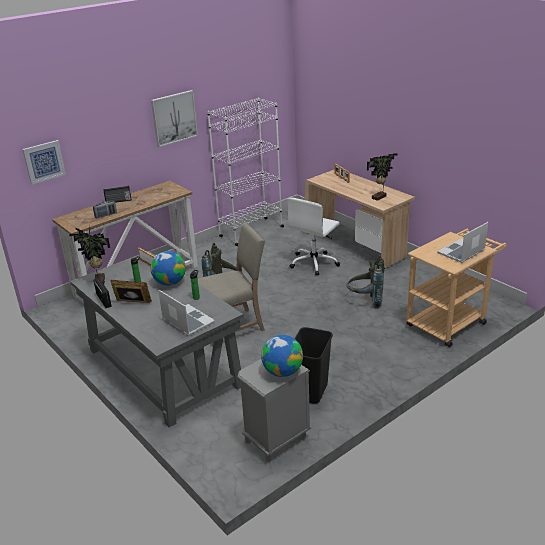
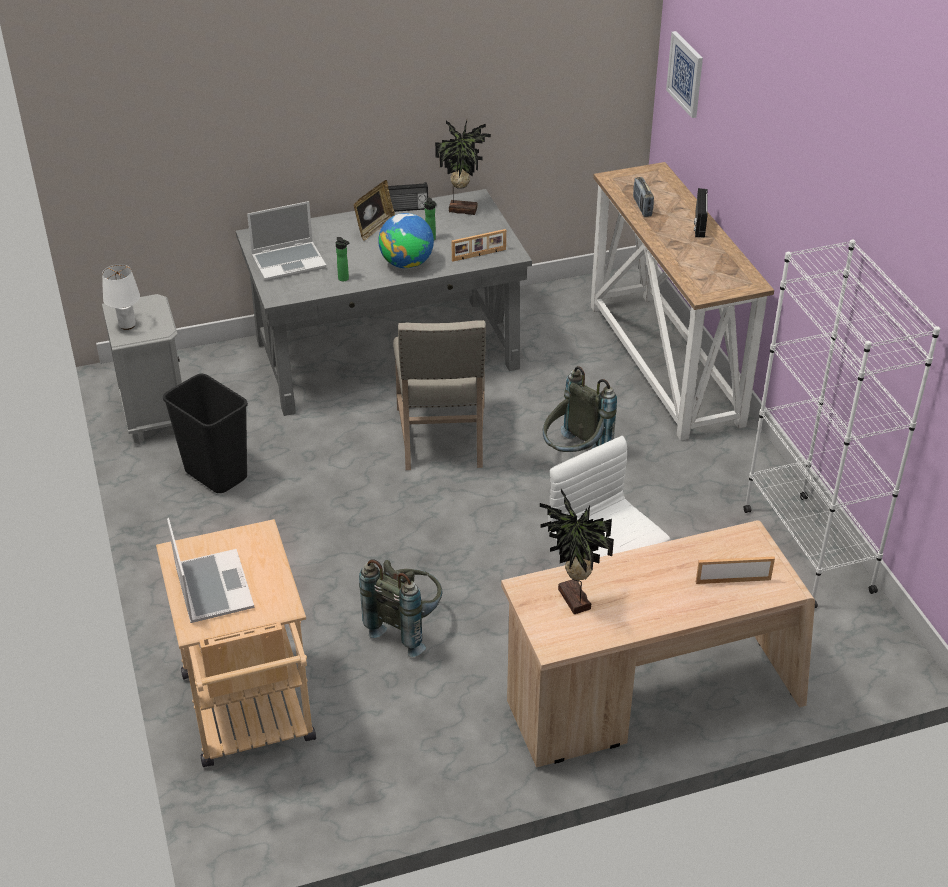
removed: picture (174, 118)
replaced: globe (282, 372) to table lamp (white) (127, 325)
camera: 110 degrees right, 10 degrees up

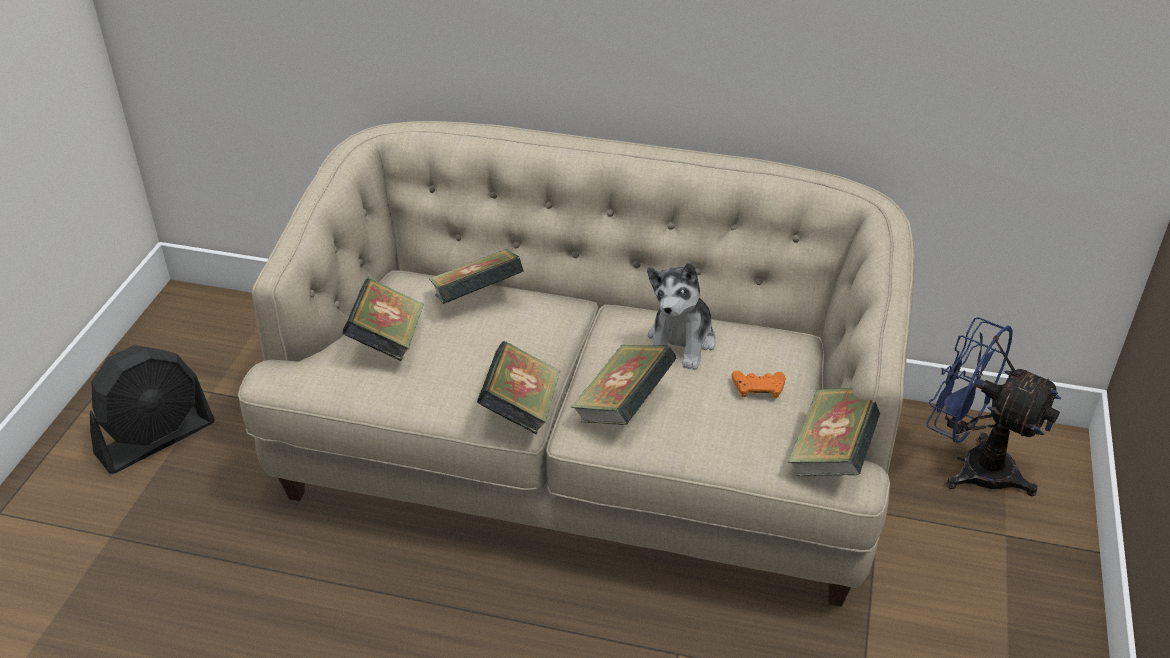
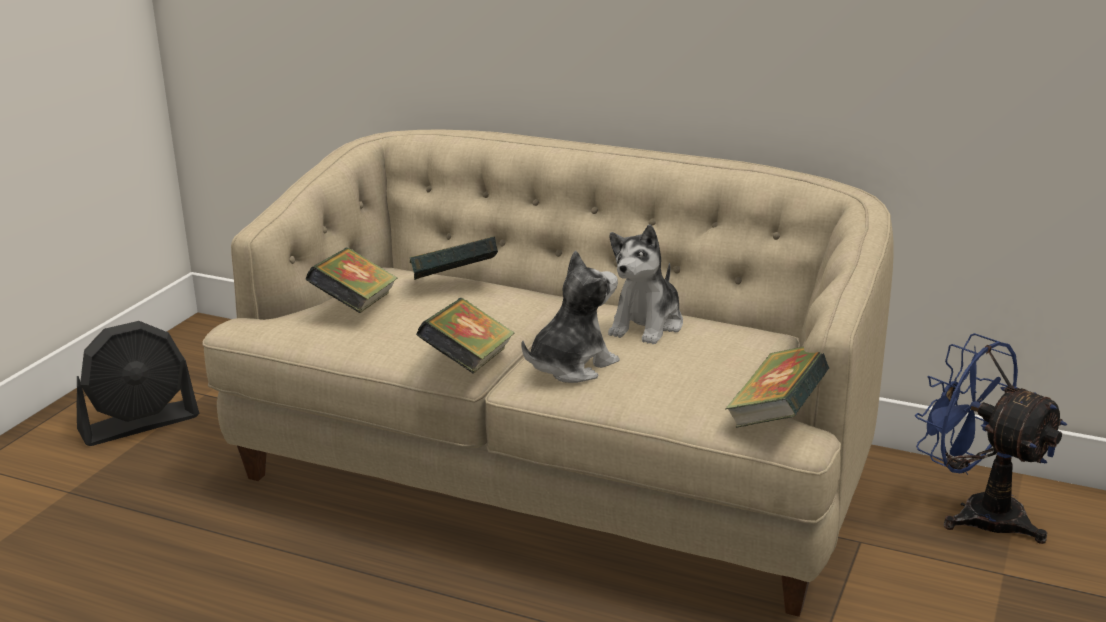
removed: game controller (orange) (758, 388)
replaced: book (623, 407) to plush toy (571, 366)
camera: 10 degrees right, 15 degrees down

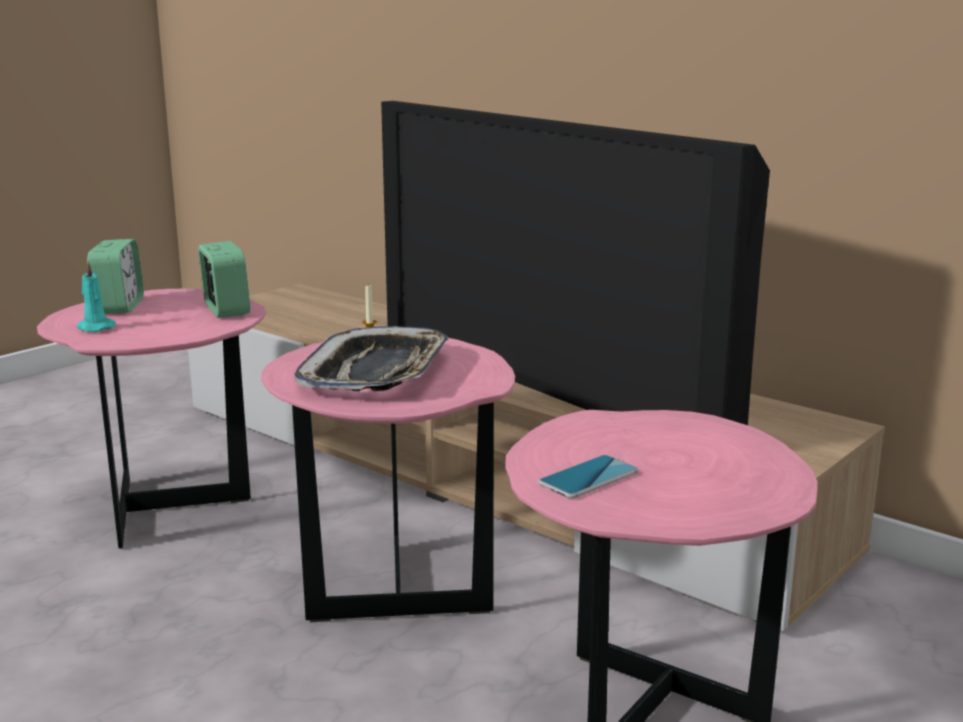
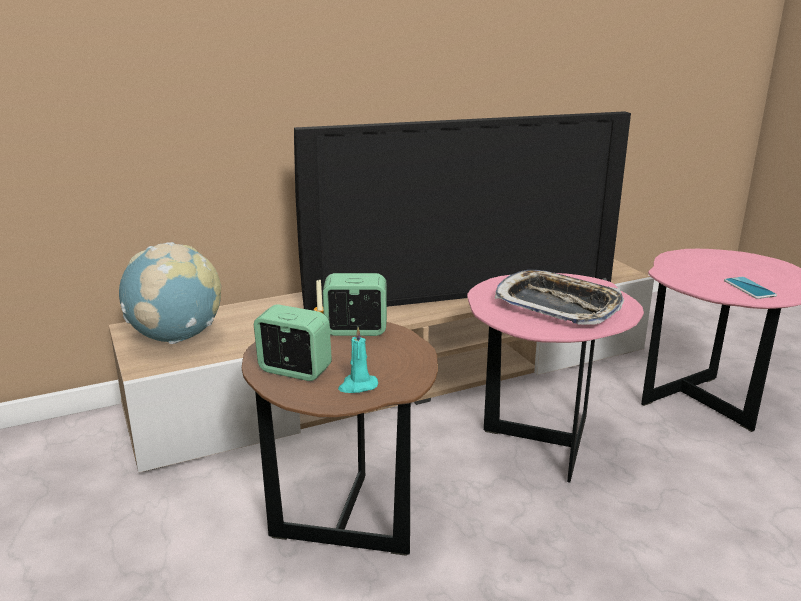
added: globe (176, 337)
recoloured: side table (pink) (173, 507) to side table (brown) (346, 517)
camera: 65 degrees left, 5 degrees up

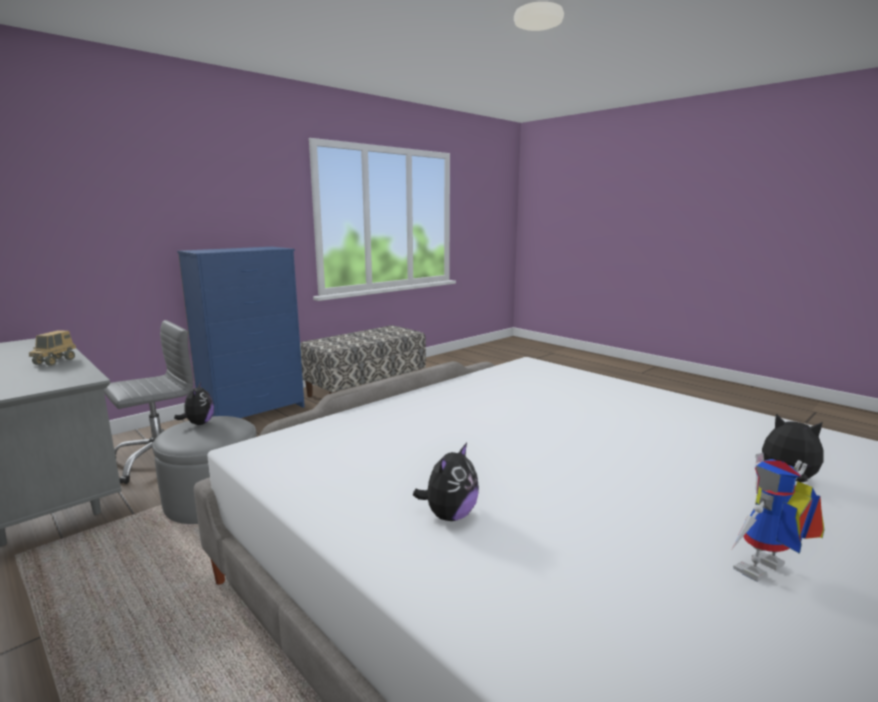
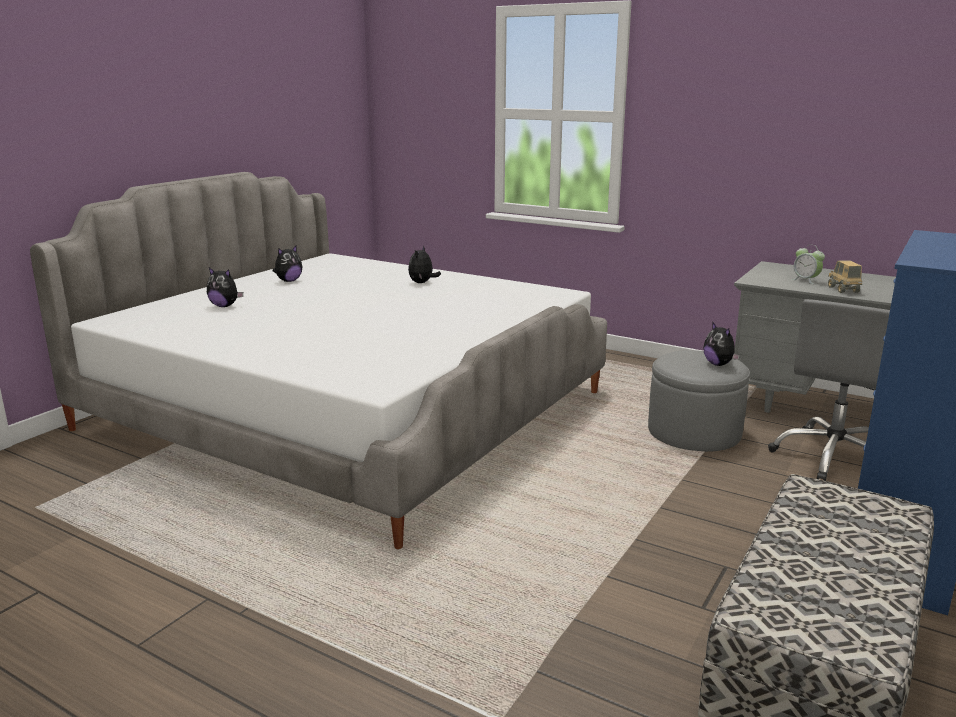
added: alarm clock (806, 280)
replaced: toy robot (765, 574) to plush toy (288, 281)
camera: 165 degrees right, 5 degrees up

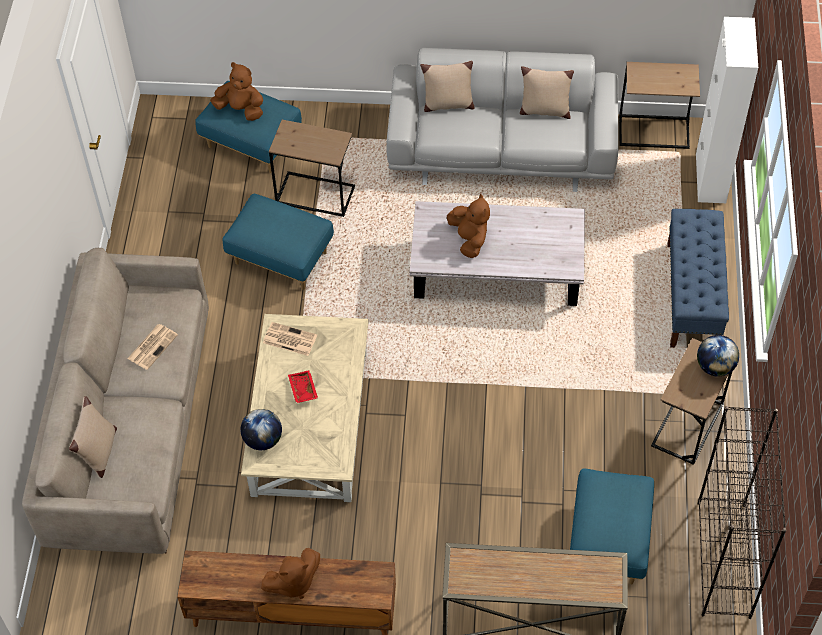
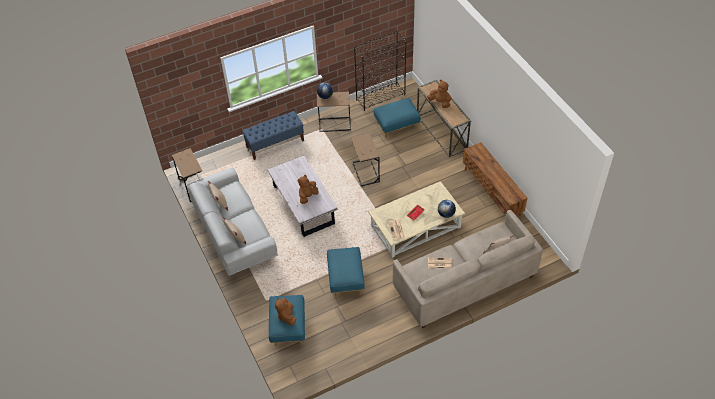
removed: cabinet (white) (710, 178)
moved: plush toy (brown) (293, 583) to (440, 102); side table (brown) (315, 195) to (365, 172)
camera: 120 degrees left, 5 degrees down

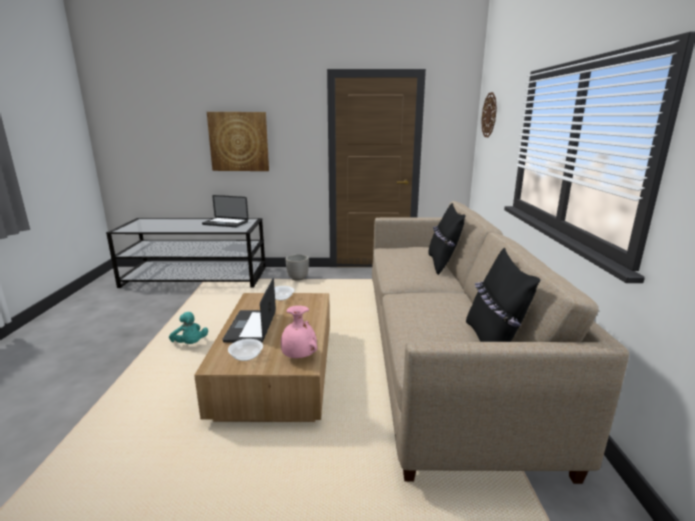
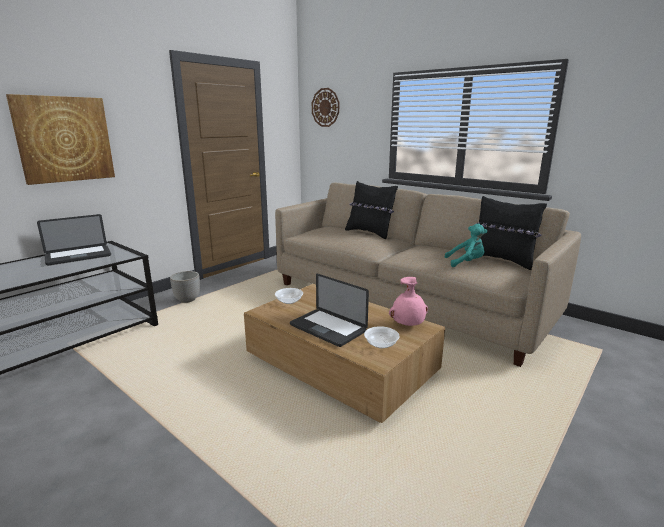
moved: plush toy (turquoise) (190, 344) to (466, 263)
camera: 50 degrees left, 0 degrees up

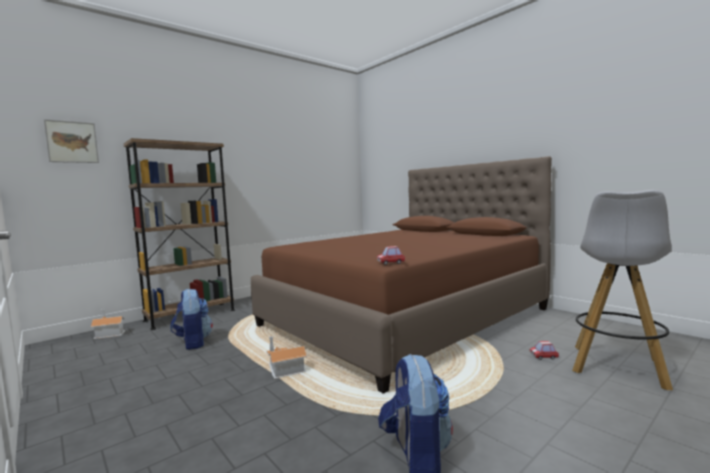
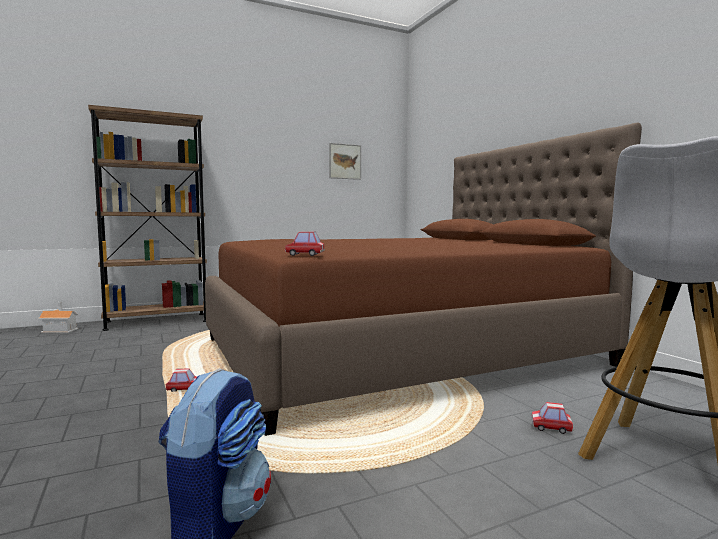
removed: backpack (193, 342)
moved: picture (72, 142) to (345, 161)
replaced: toy house (284, 369) to toy car (184, 389)
camera: 15 degrees right, 0 degrees up

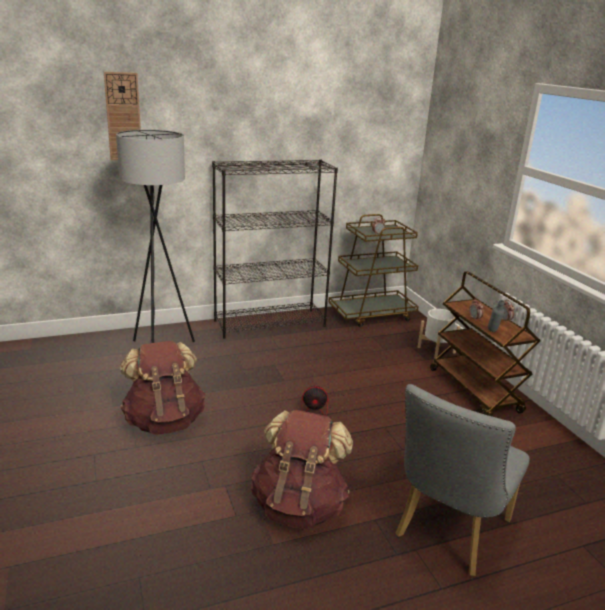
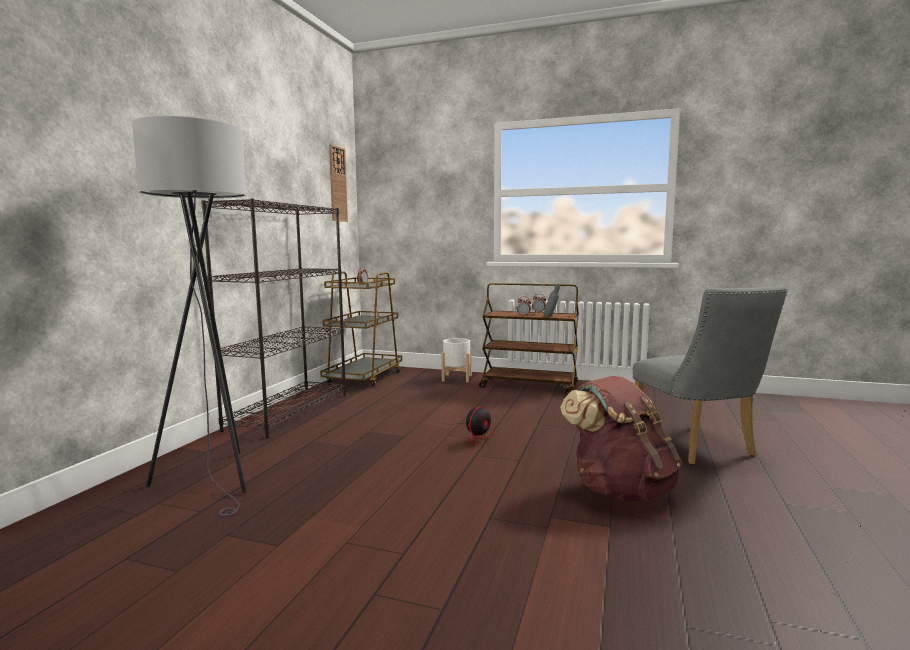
removed: backpack (brown) (164, 421)
moved: wall clock (123, 117) to (337, 184)
camera: 50 degrees left, 15 degrees down

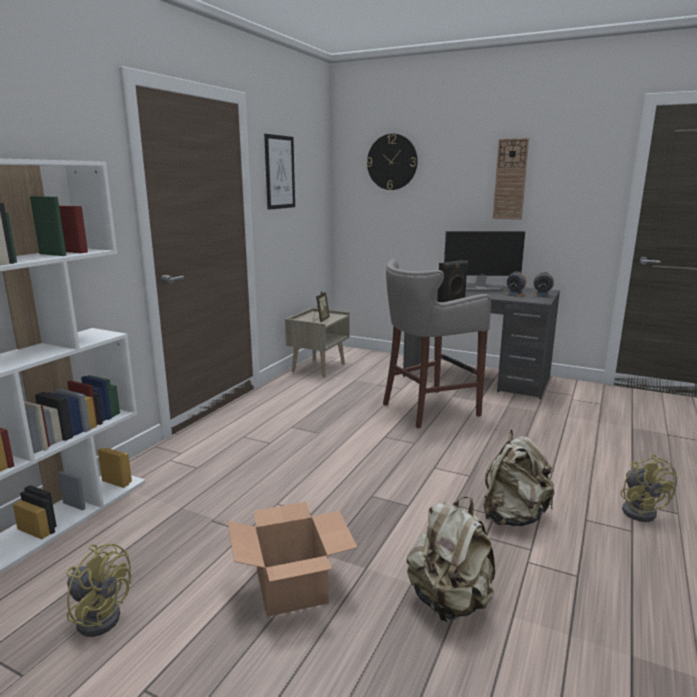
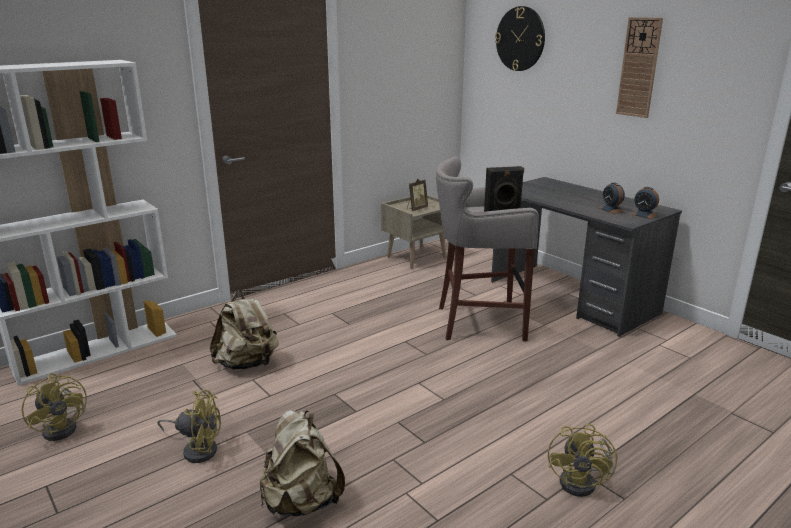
removed: picture (279, 172); monitor (480, 288)
moved: backpack (beige) (513, 516) to (247, 364)
replaced: cardboard box (290, 587) to fan (yellow) (197, 449)
camera: 25 degrees right, 5 degrees up

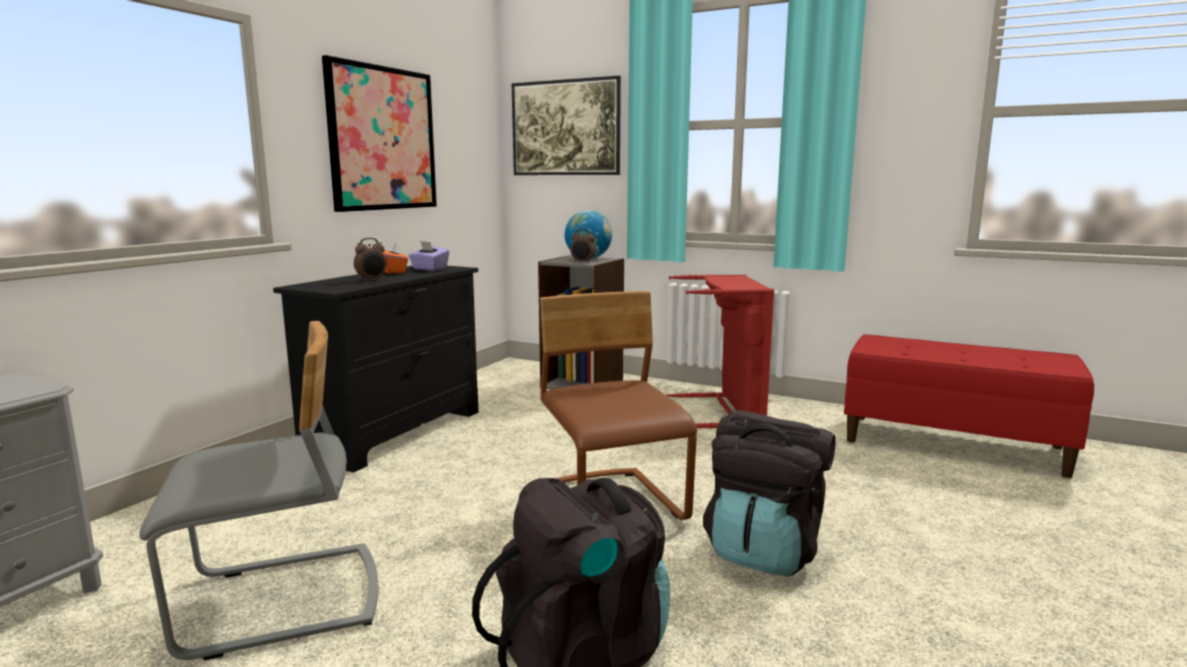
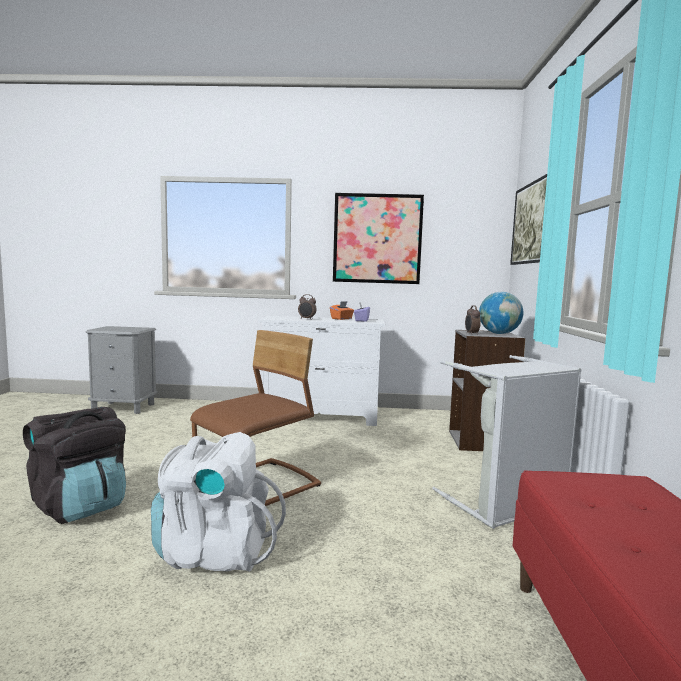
removed: chair (grey) (281, 602)
recoloured: dresser (black) (397, 432) to dresser (white) (321, 416); laundry basket (red) (725, 411) to laundry basket (grey) (508, 504); backpack (black) (765, 550) to backpack (white) (214, 552)
camera: 65 degrees right, 5 degrees down

